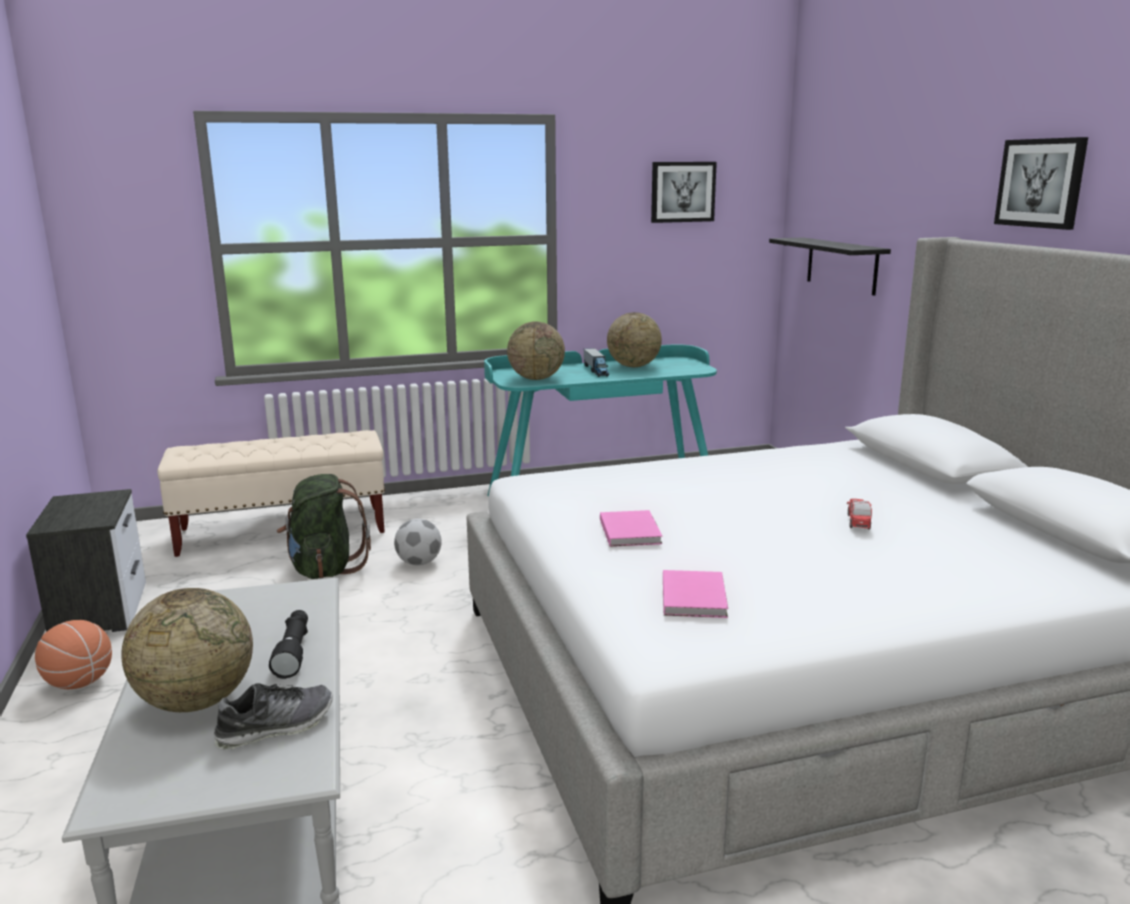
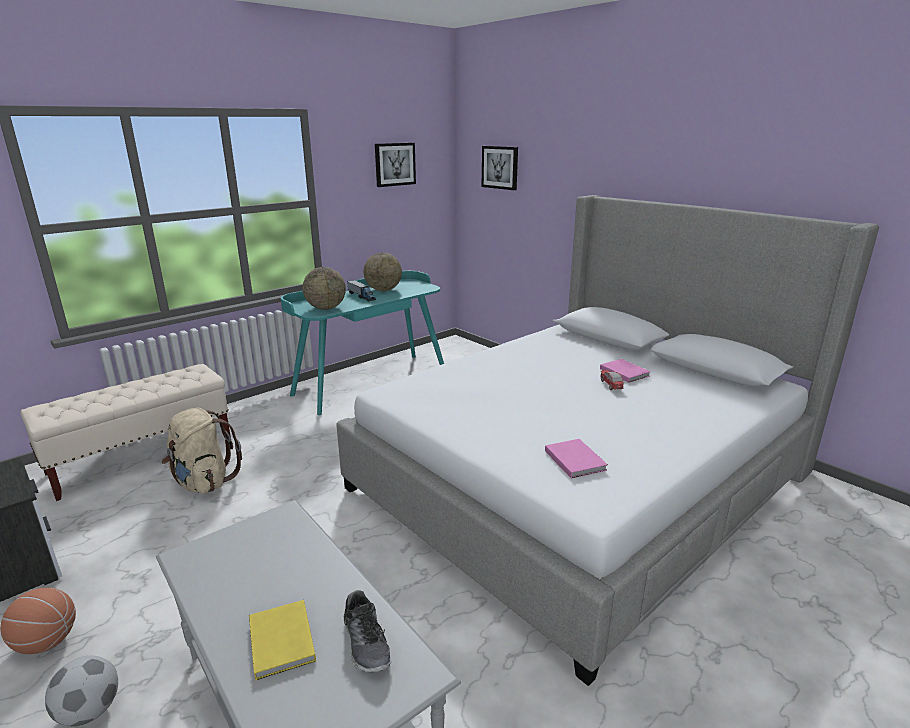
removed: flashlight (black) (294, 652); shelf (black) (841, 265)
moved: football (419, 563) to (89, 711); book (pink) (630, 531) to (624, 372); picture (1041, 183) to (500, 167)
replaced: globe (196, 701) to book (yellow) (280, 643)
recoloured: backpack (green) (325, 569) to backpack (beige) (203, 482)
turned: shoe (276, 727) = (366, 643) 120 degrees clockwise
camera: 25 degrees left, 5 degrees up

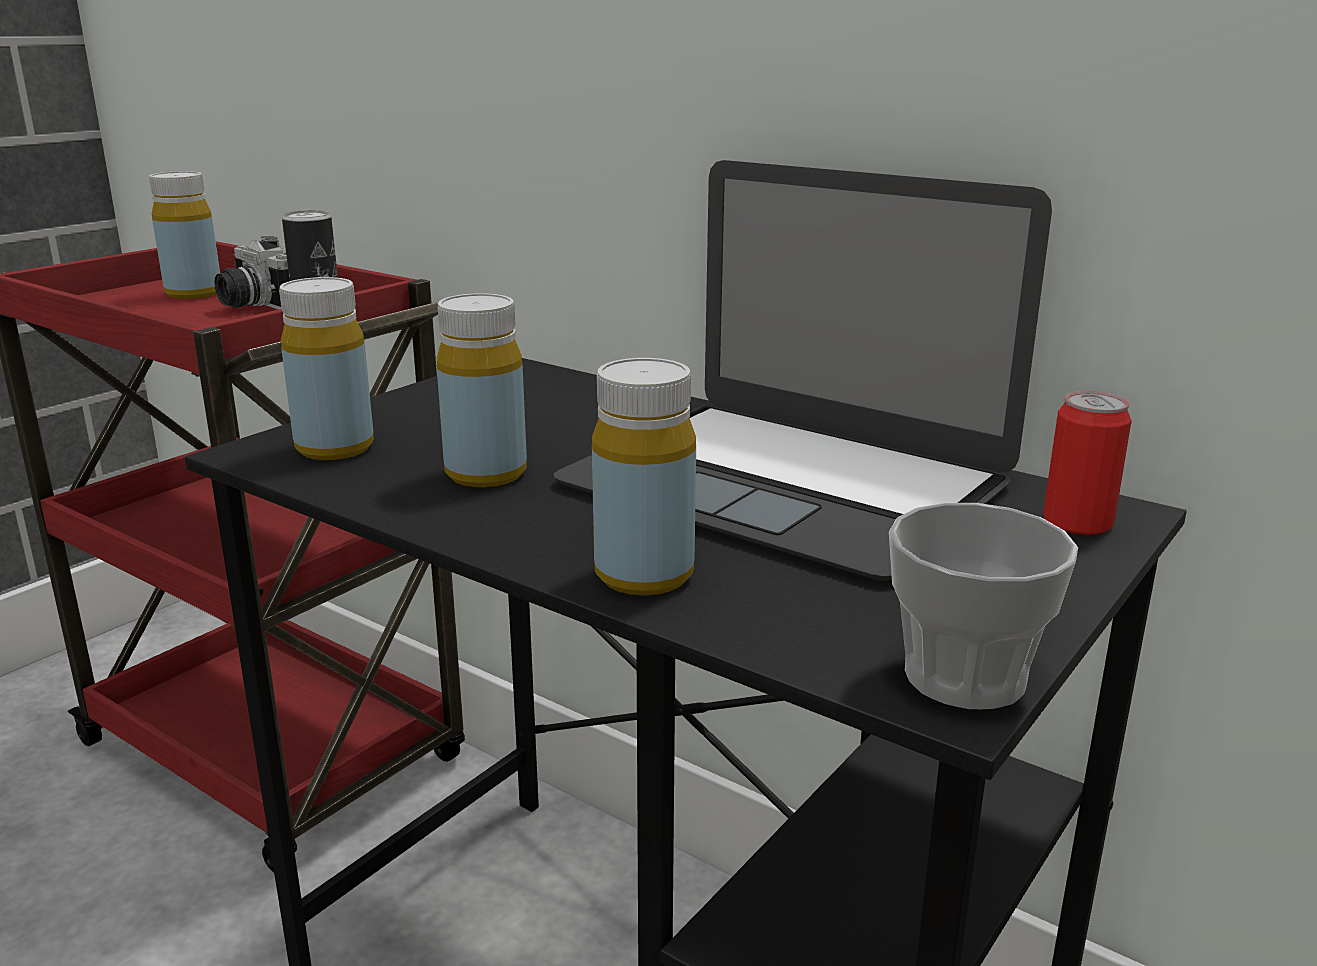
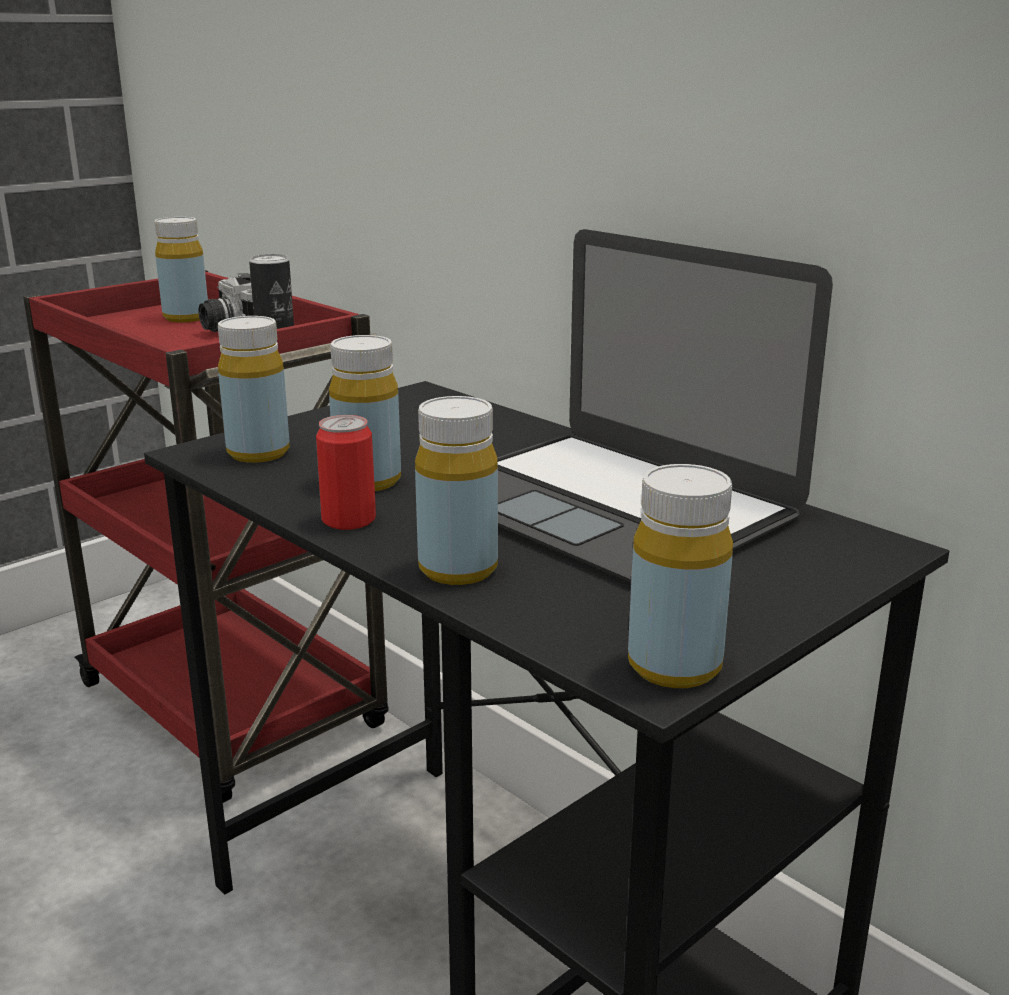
moved: can (1077, 522) to (348, 520)
replaced: cup (965, 677) to bottle (yellow) (674, 666)
camera: 10 degrees right, 0 degrees up

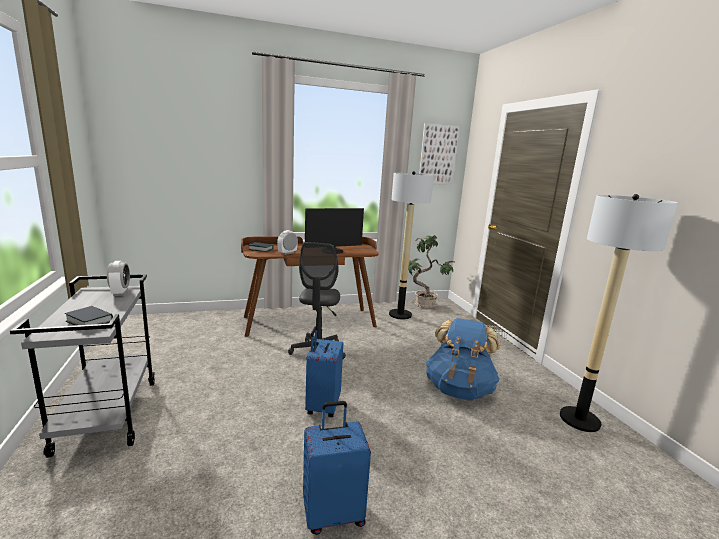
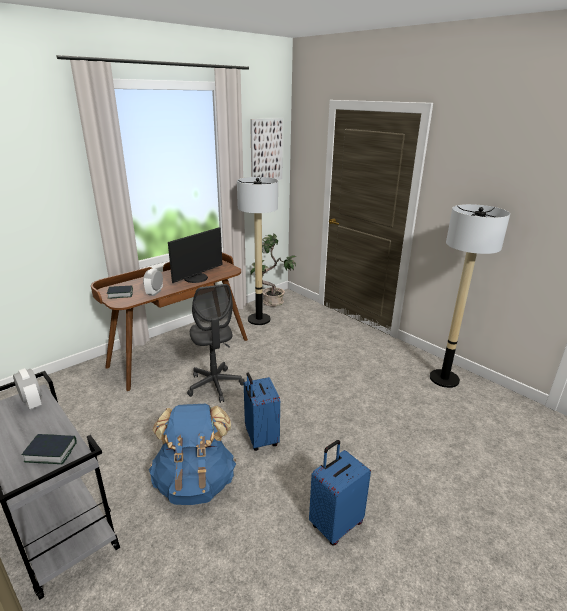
moved: backpack (blue) (459, 389) to (195, 482)
camera: 25 degrees left, 10 degrees up

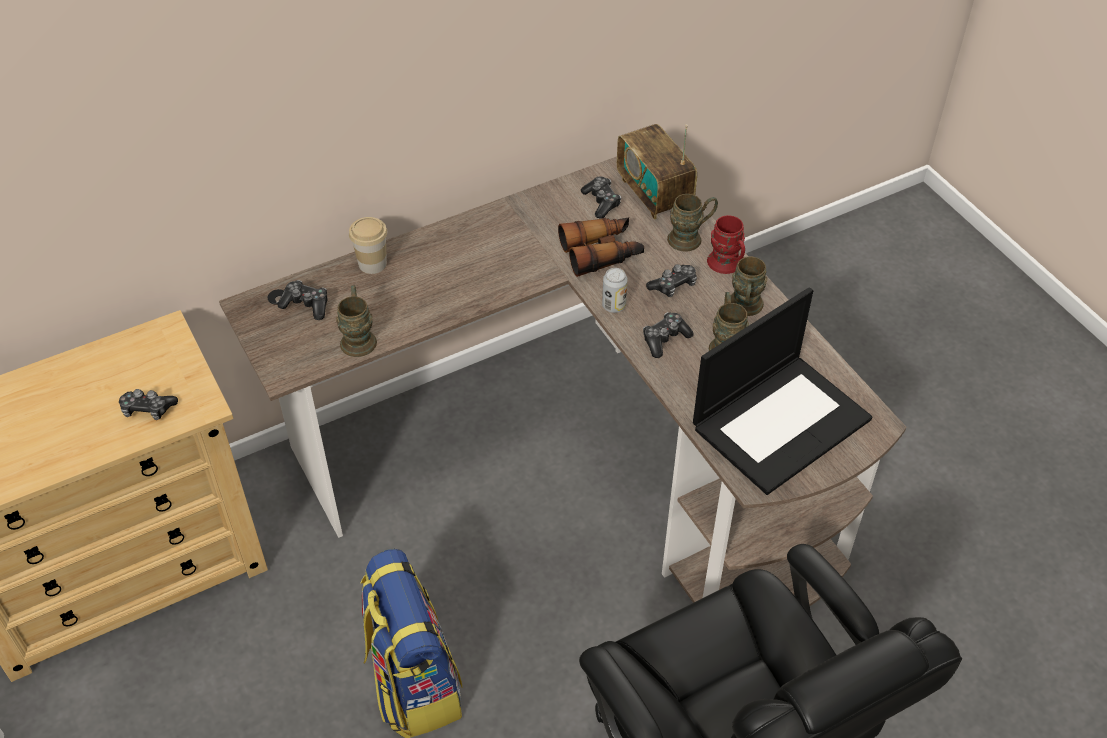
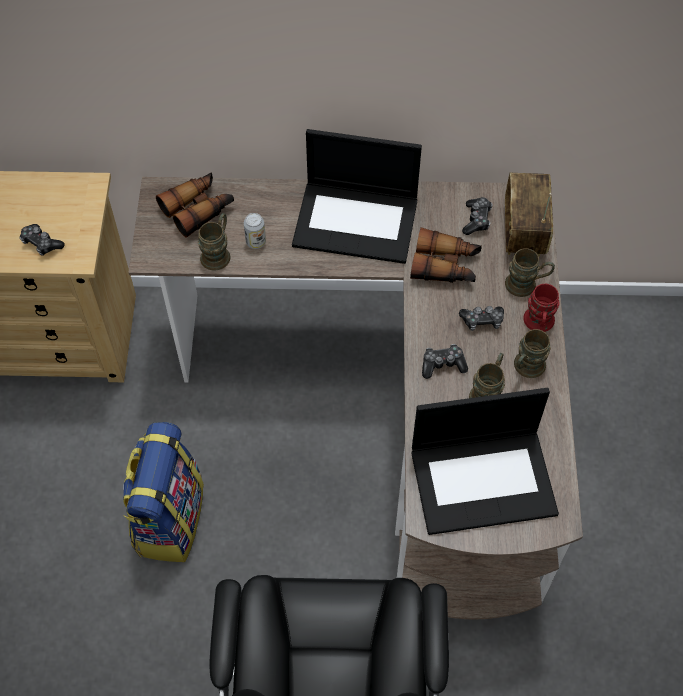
removed: cup (372, 264)
added: laptop (357, 221)
moved: can (614, 306) to (256, 242)
replaced: game controller (306, 305) to binoculars (198, 209)
camera: 30 degrees right, 10 degrees up

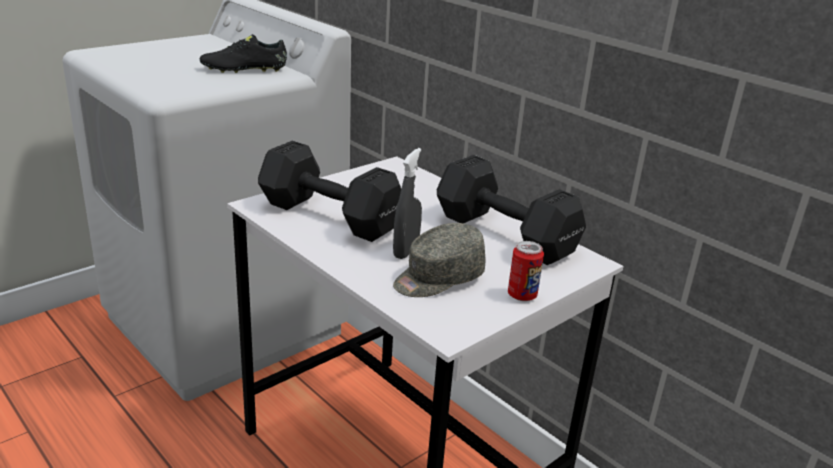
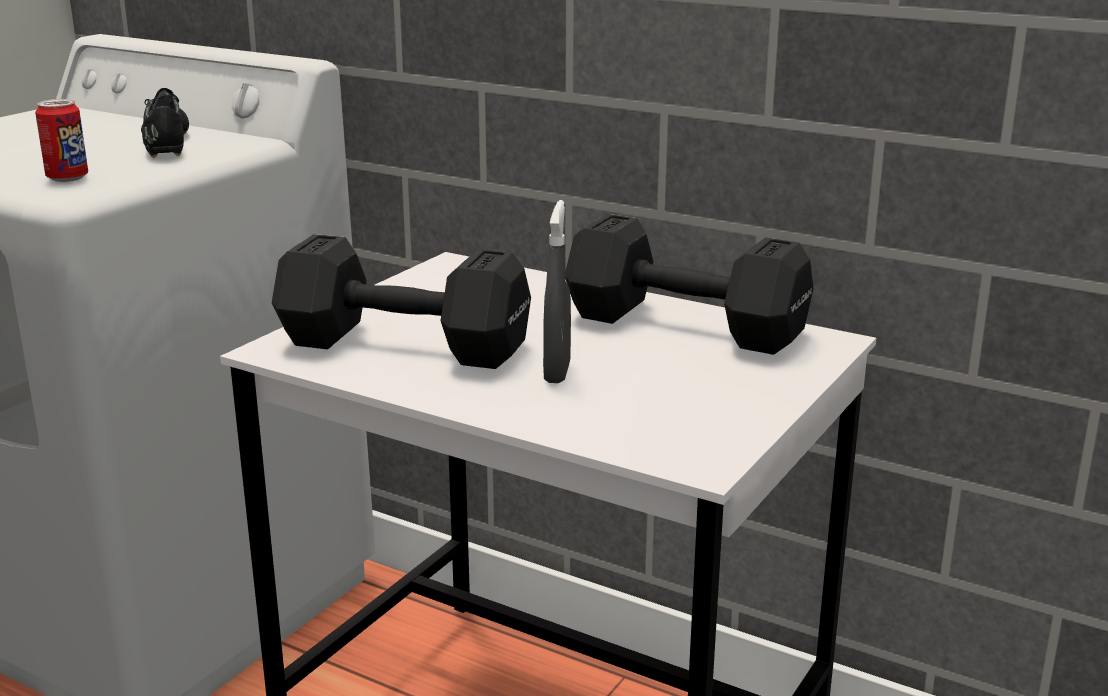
removed: cap (grey) (437, 278)
moved: can (522, 295) to (67, 178)
turned: shoe (black) (244, 69) = (168, 144) 105 degrees clockwise
camera: 15 degrees left, 5 degrees down

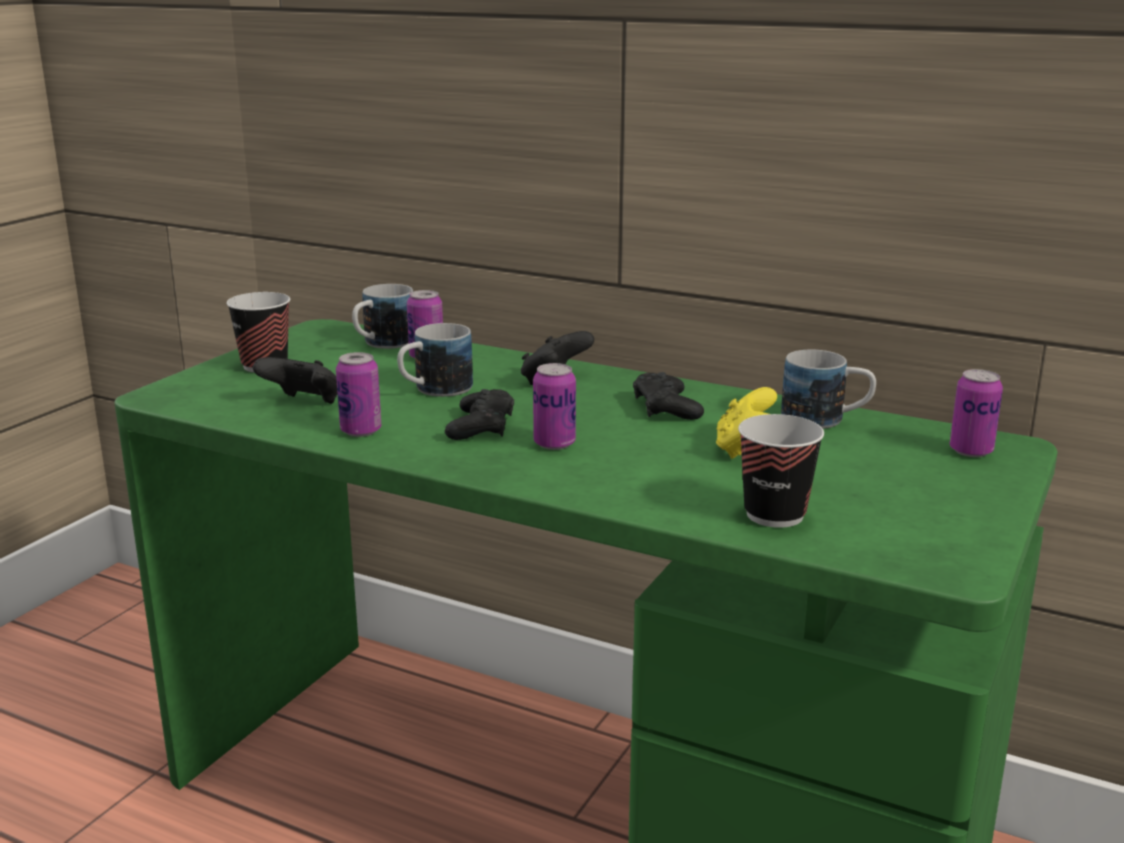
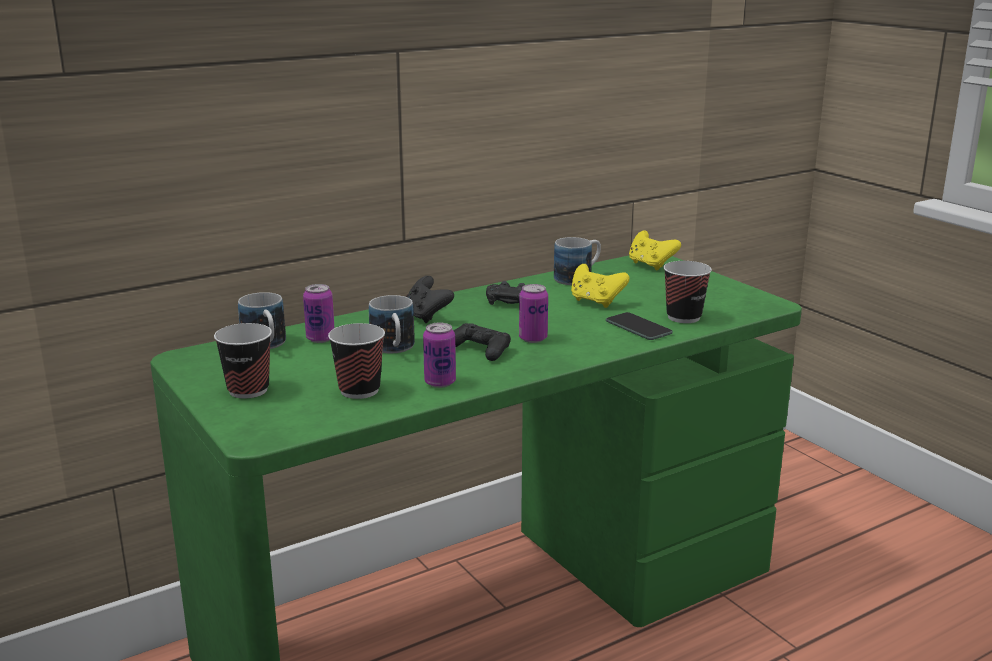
added: phone (638, 327)
replaced: game controller (black) (304, 404) to cup (359, 390); can (971, 451) to game controller (yellow) (651, 265)
camera: 60 degrees left, 0 degrees up

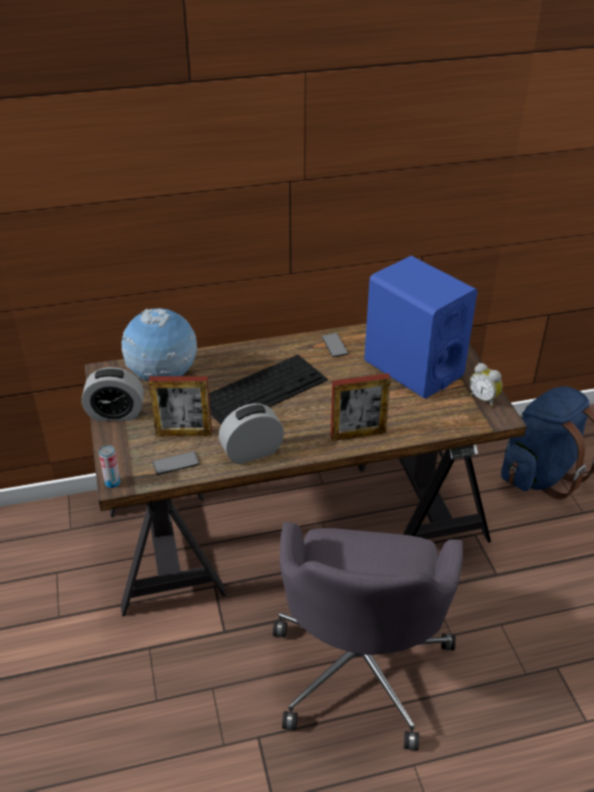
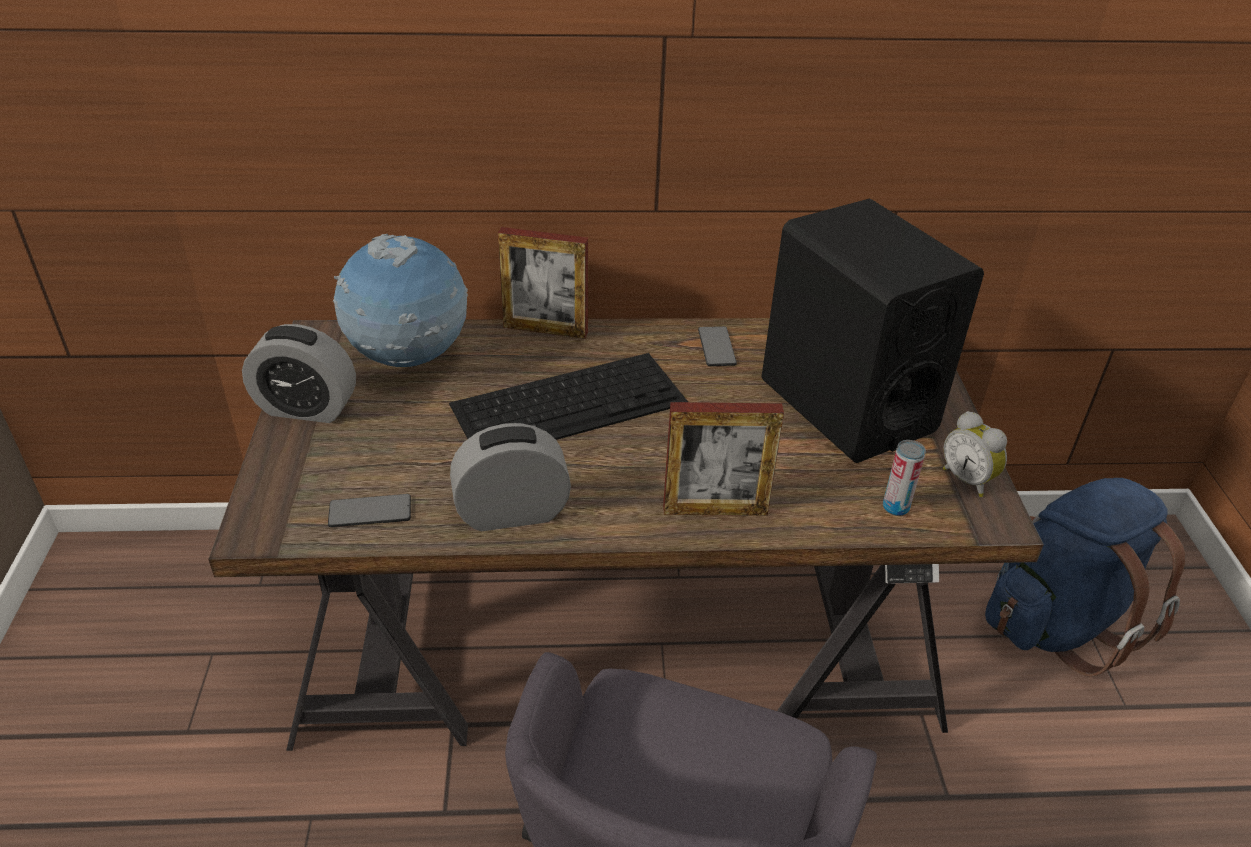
moved: can (112, 483) to (895, 507); picture frame (184, 433) to (545, 330)
recoloured: speaker (blue) (413, 368) to speaker (black) (846, 405)
camera: 10 degrees right, 0 degrees up

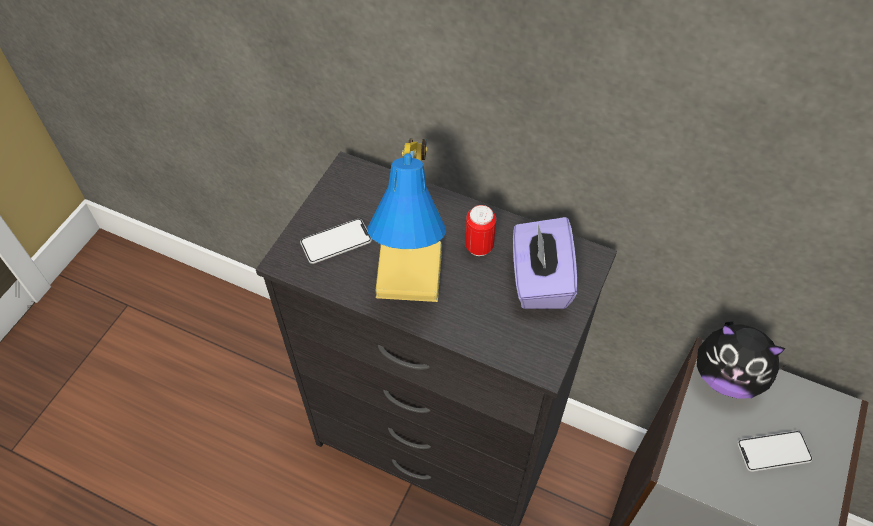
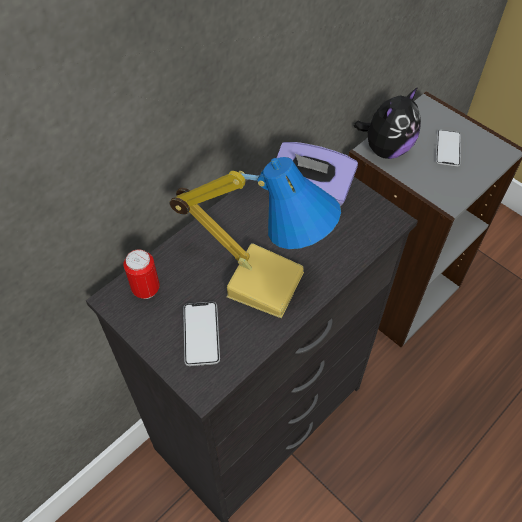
moved: can (479, 247) to (146, 289)
camera: 70 degrees left, 0 degrees up

